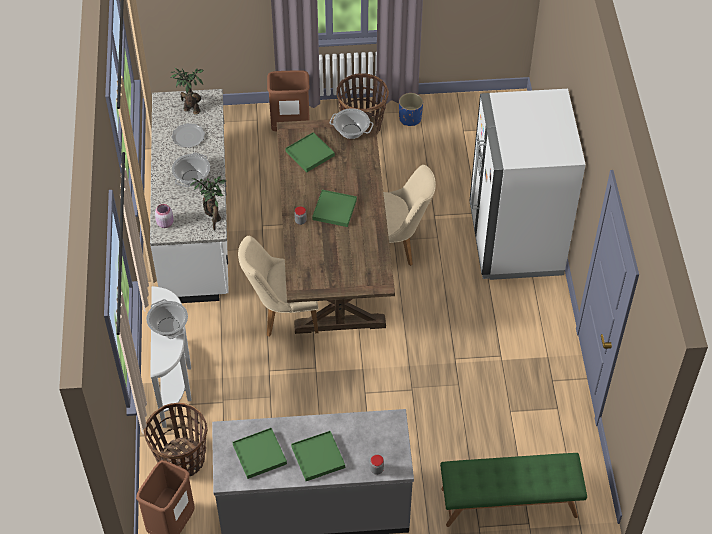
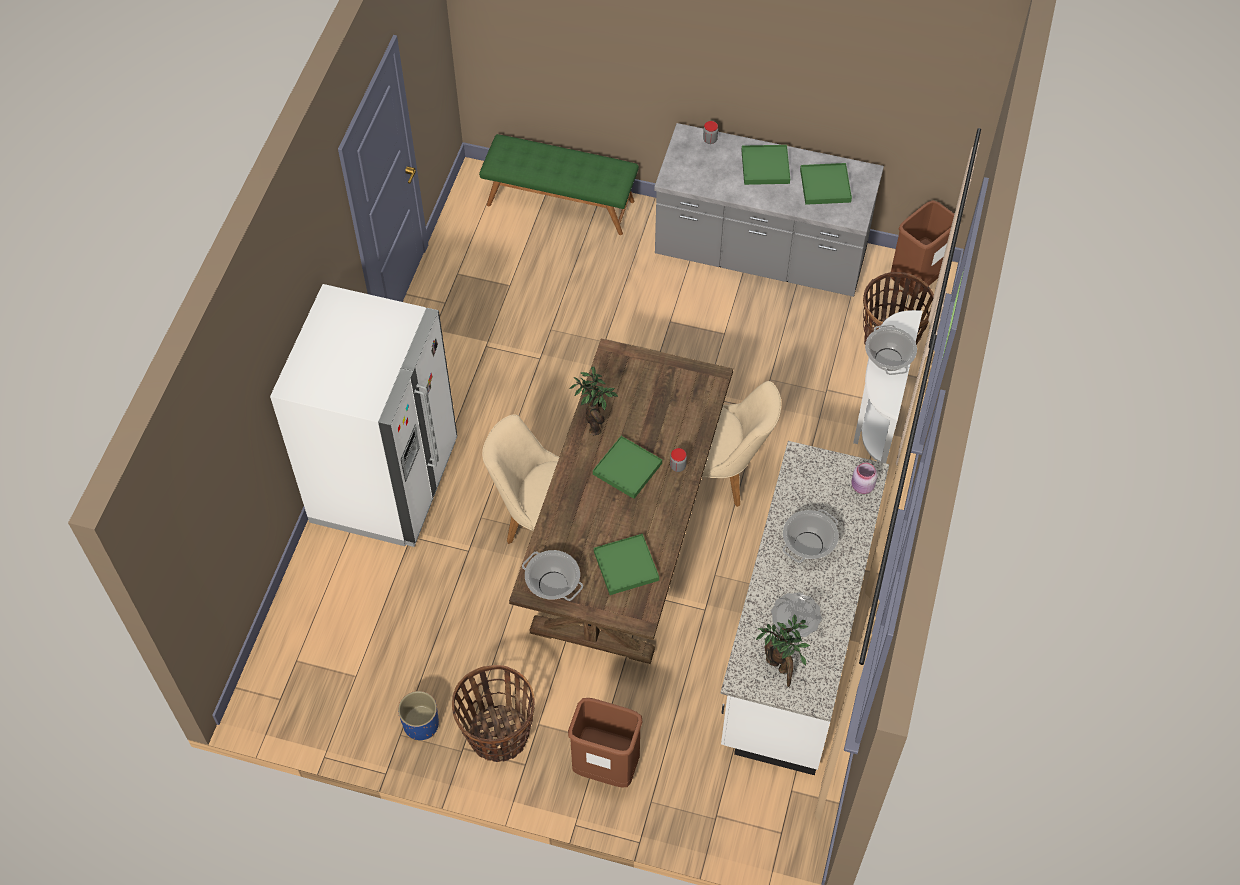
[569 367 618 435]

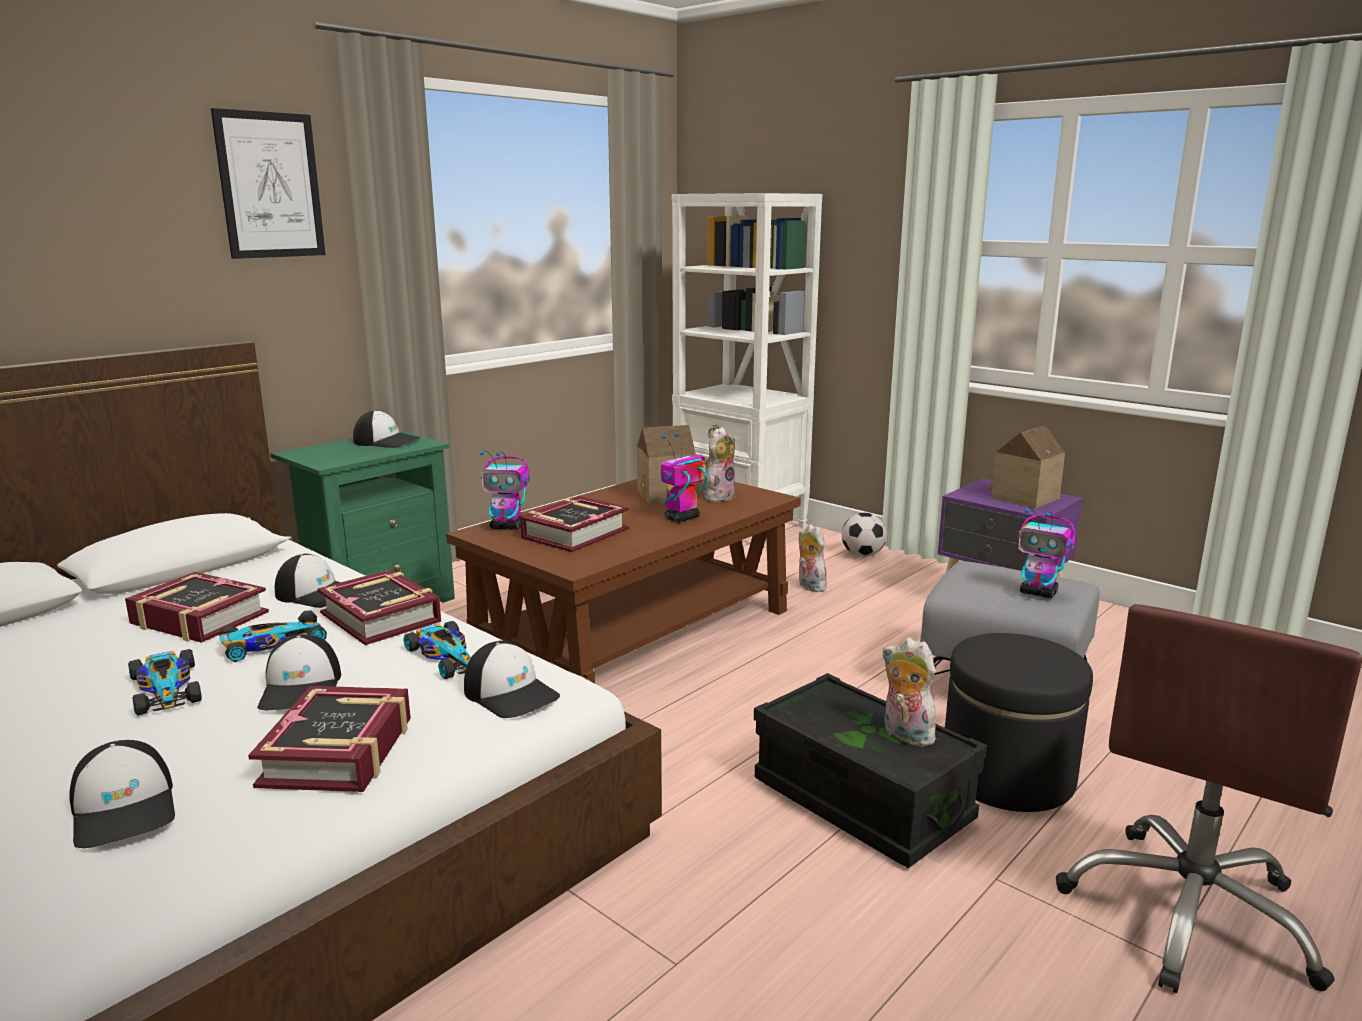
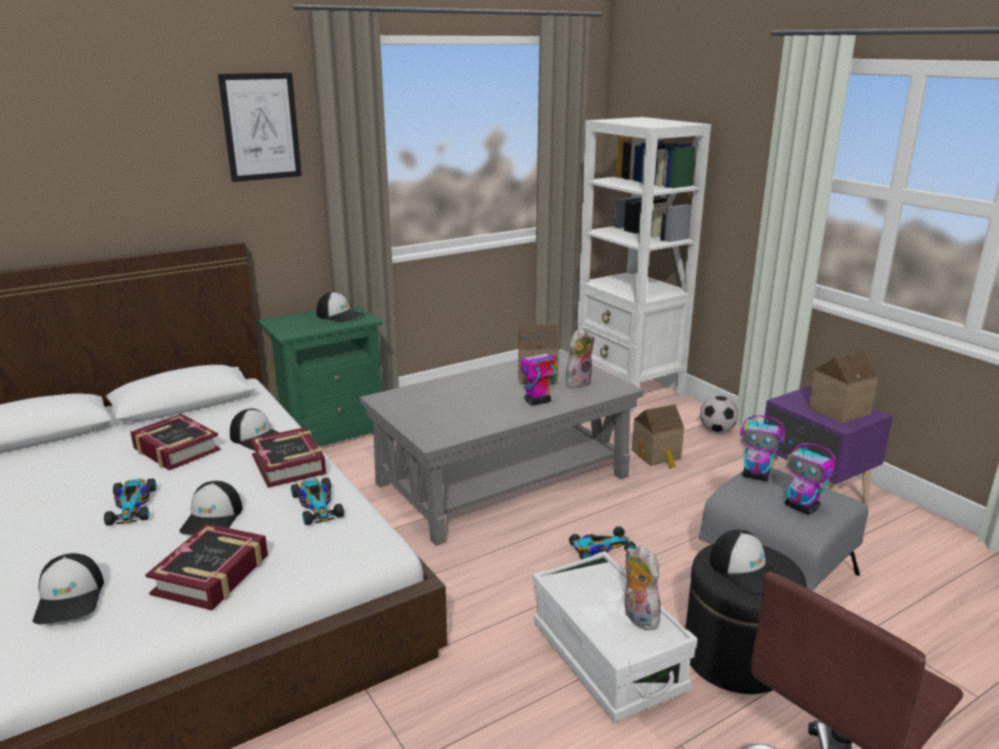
[360 349 644 546]
[533 551 698 723]
[569 527 636 560]
[632 404 684 469]
[710 530 786 594]
[740 415 785 481]
[520 496 629 552] (first image)

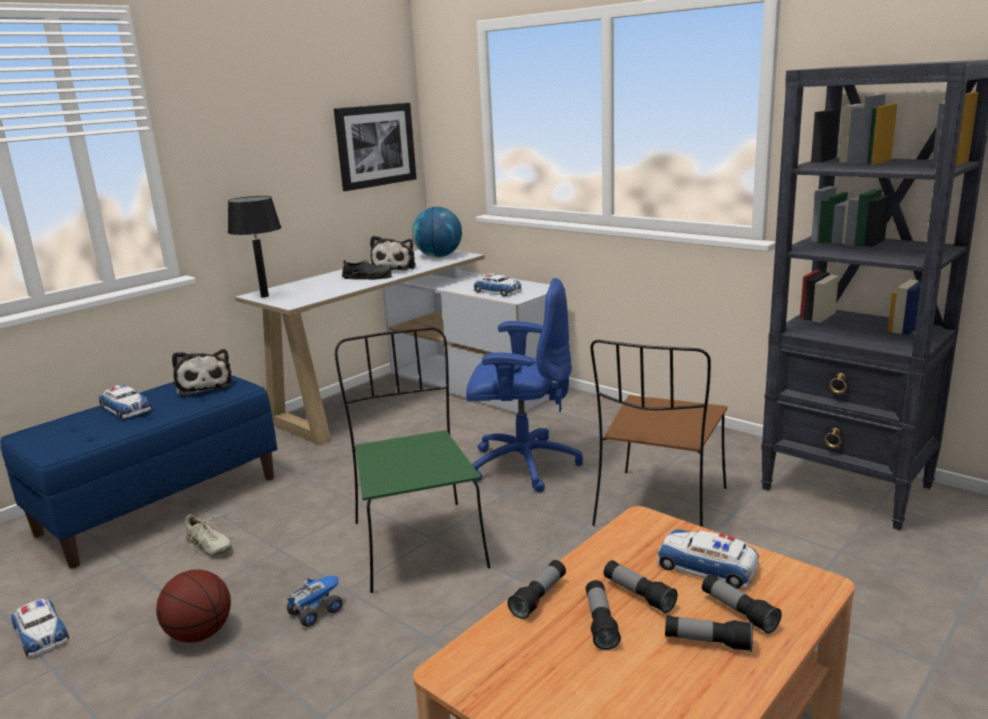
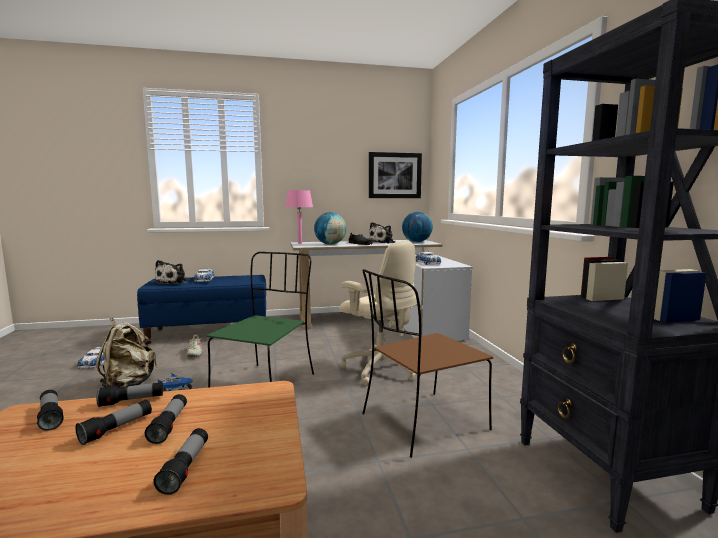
[37 390 64 431]
[96 318 157 388]
[154 260 189 284]
[285 190 313 244]
[314 212 346 245]
[340 241 417 385]
[657 529 759 590] (first image)

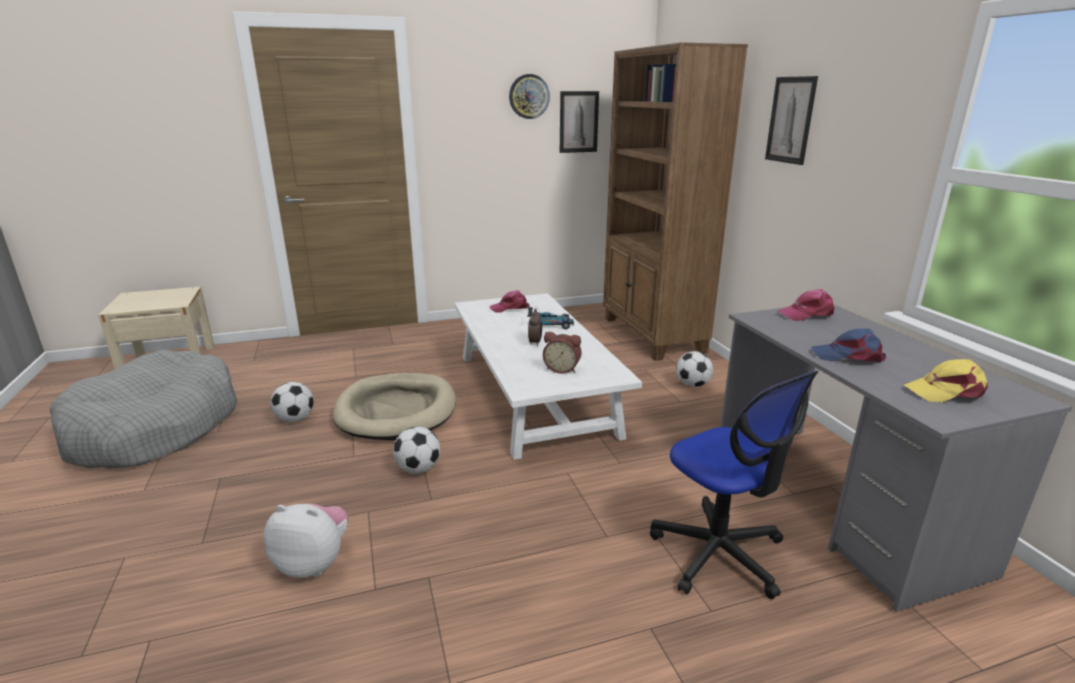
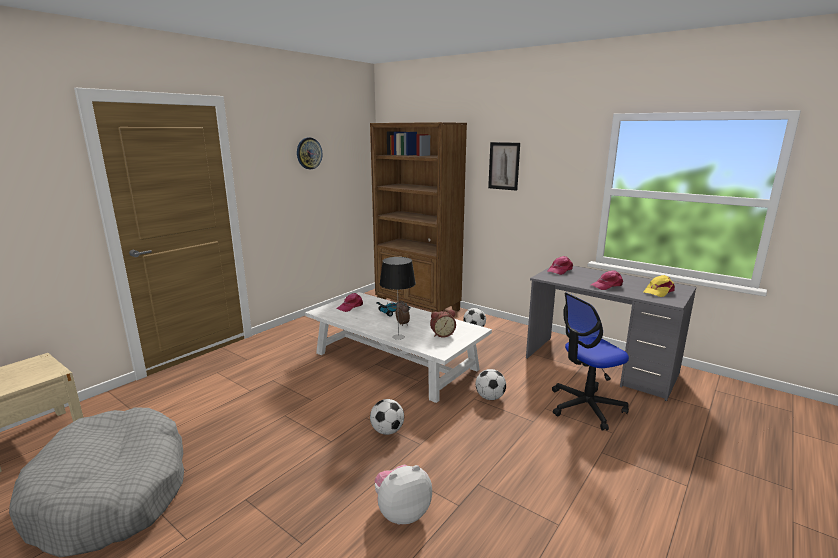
[380 257 416 340]
[476 369 506 400]
[552 293 629 431]
[591 270 623 290]
[333 373 456 440] (first image)
[560 91 599 153] (first image)

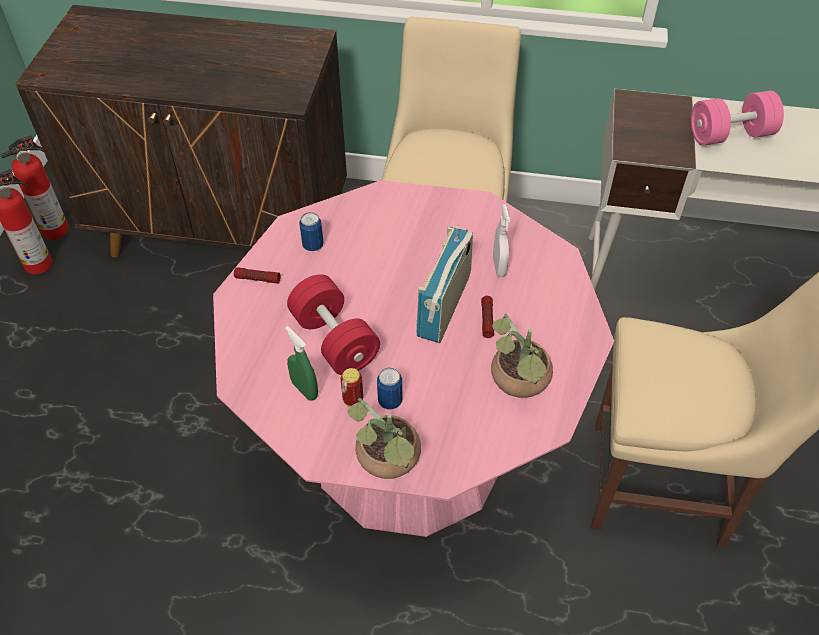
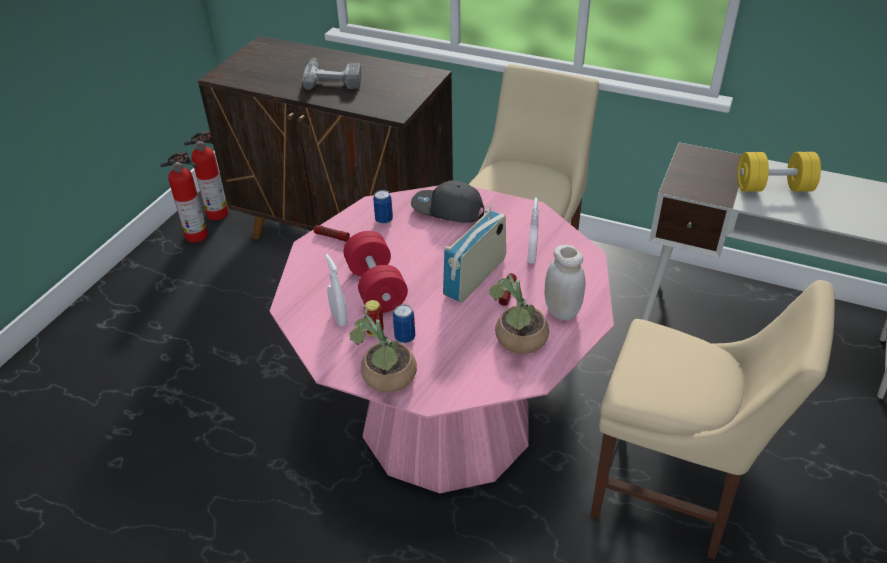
[302 58 361 90]
[325 254 348 326]
[411 180 484 223]
[544 245 585 321]
[737 152 821 192]

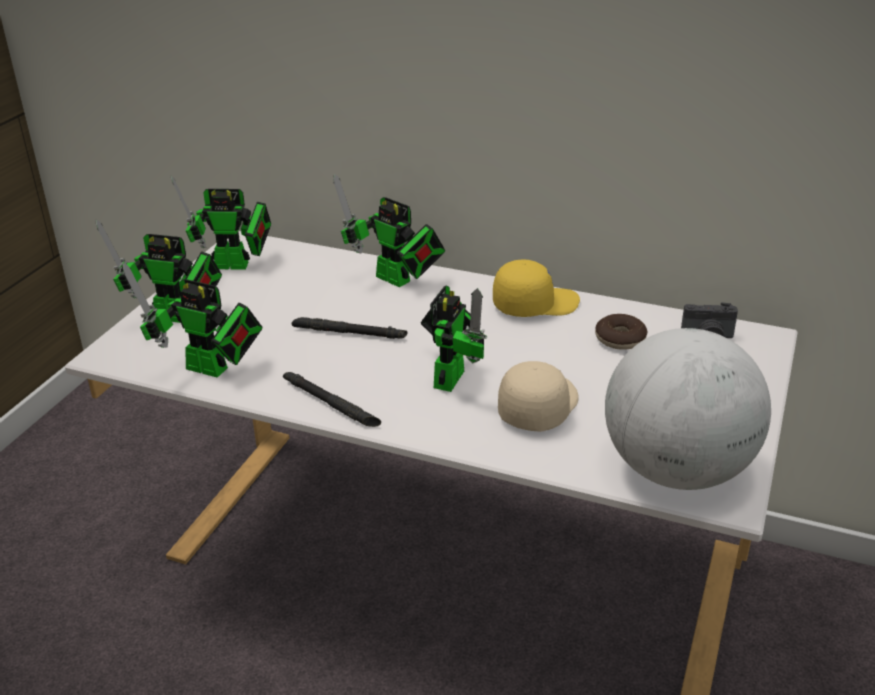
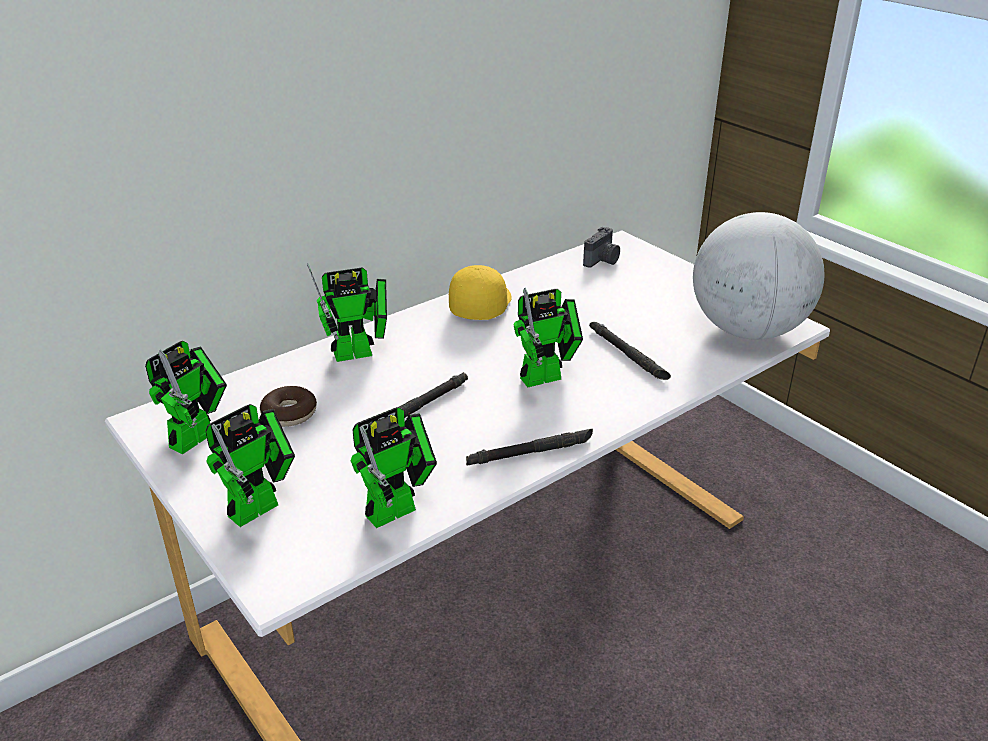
[260 386 317 427]
[514 288 583 387]
[589 322 671 380]

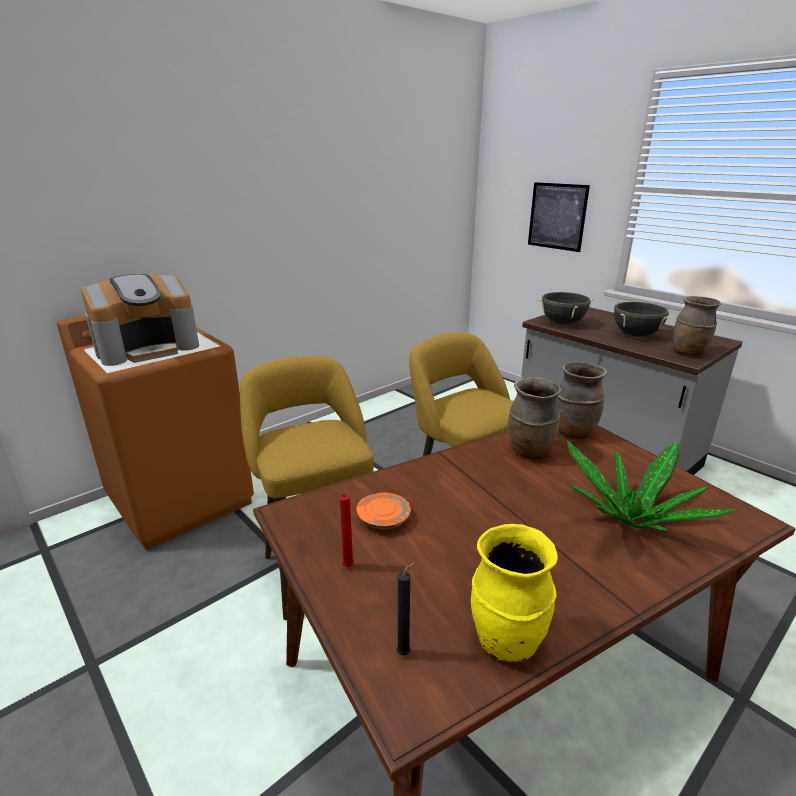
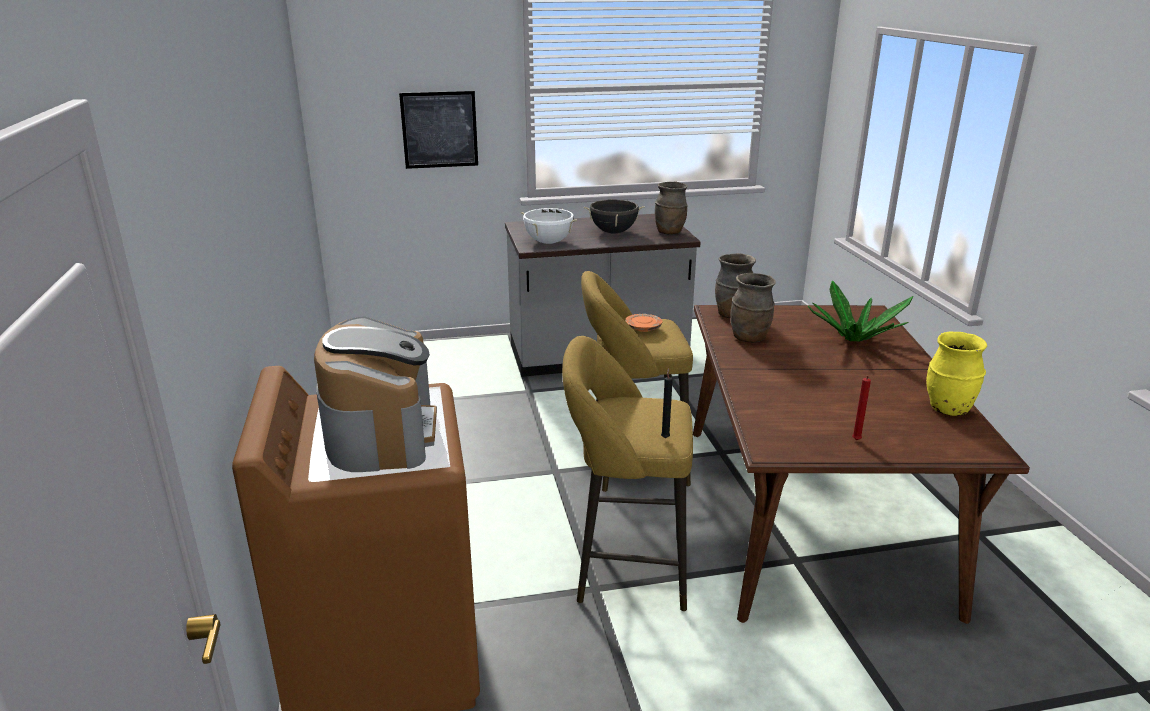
[521 208 577 244]
[625 314 663 332]
[661 368 673 438]

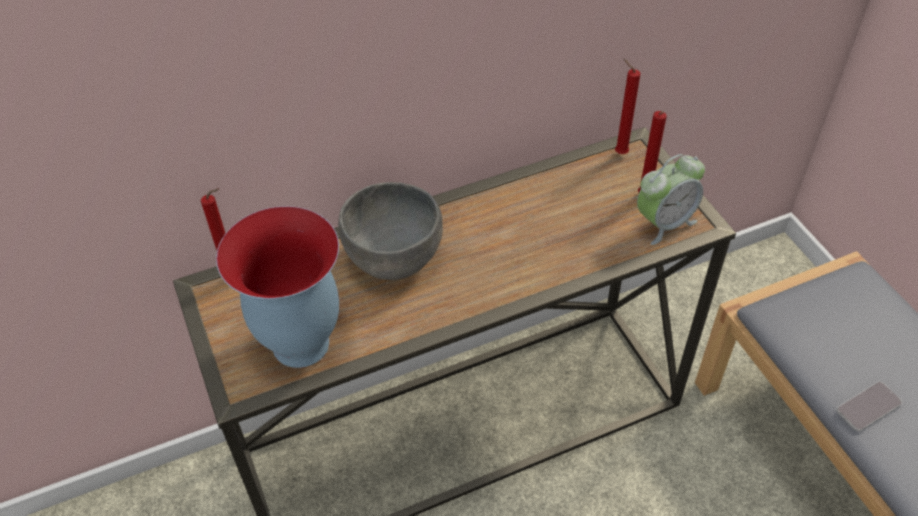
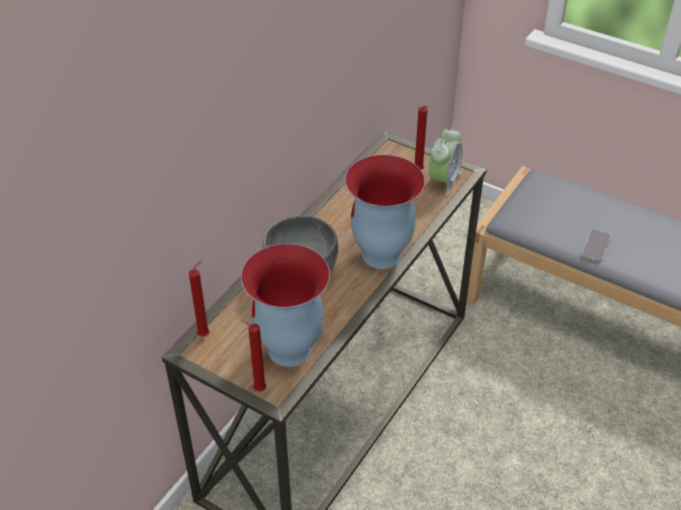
[242 320 266 392]
[345 155 425 269]

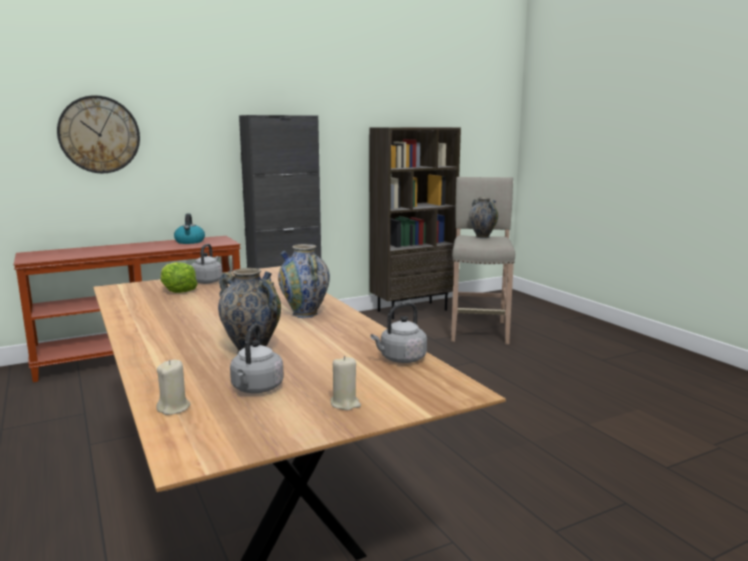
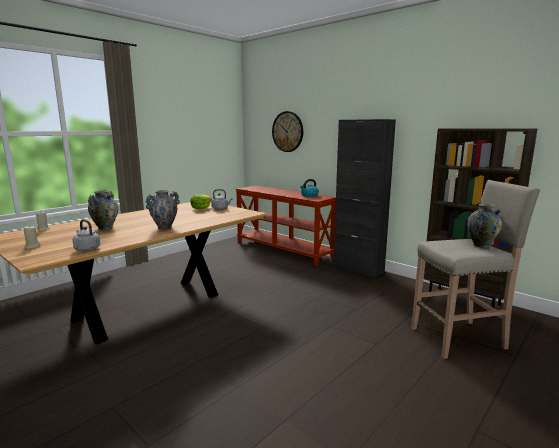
[230 324 284 393] (first image)

